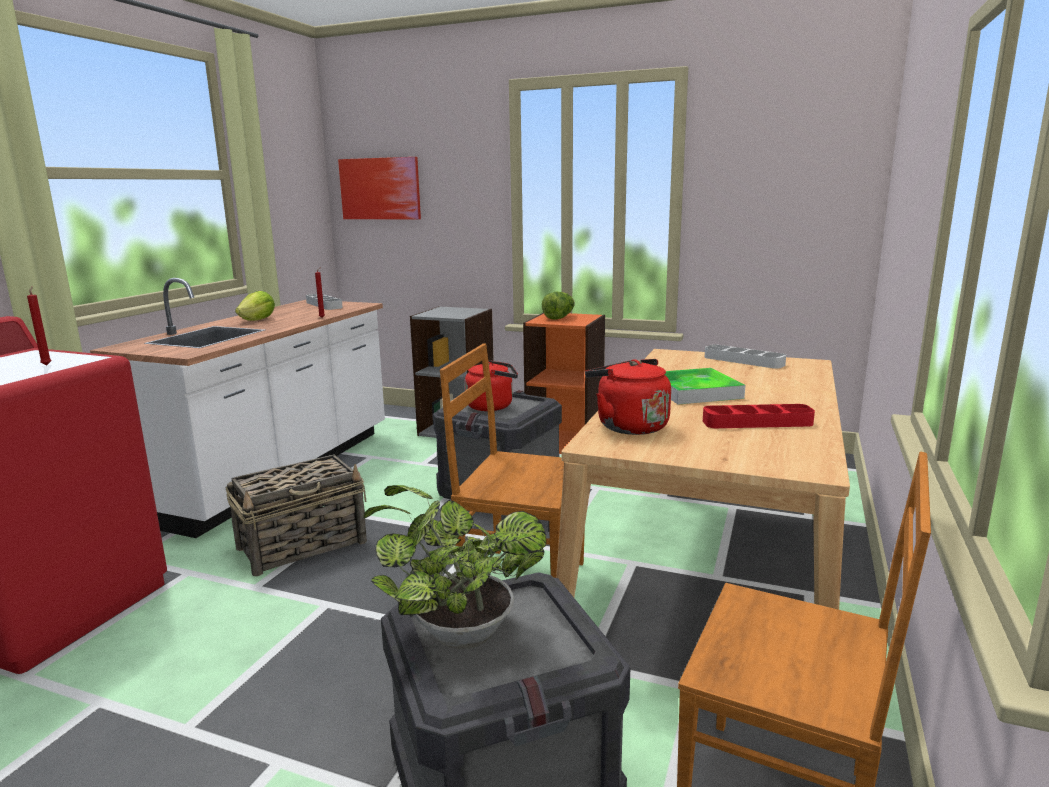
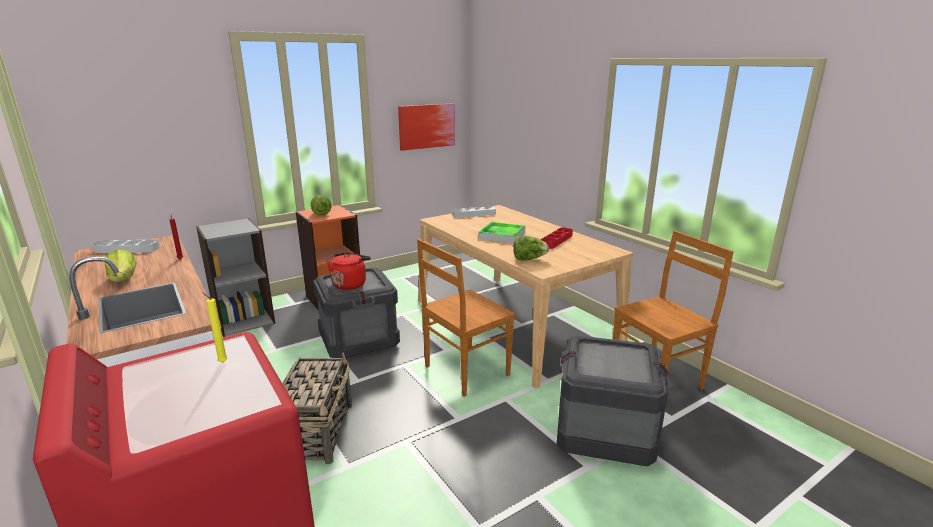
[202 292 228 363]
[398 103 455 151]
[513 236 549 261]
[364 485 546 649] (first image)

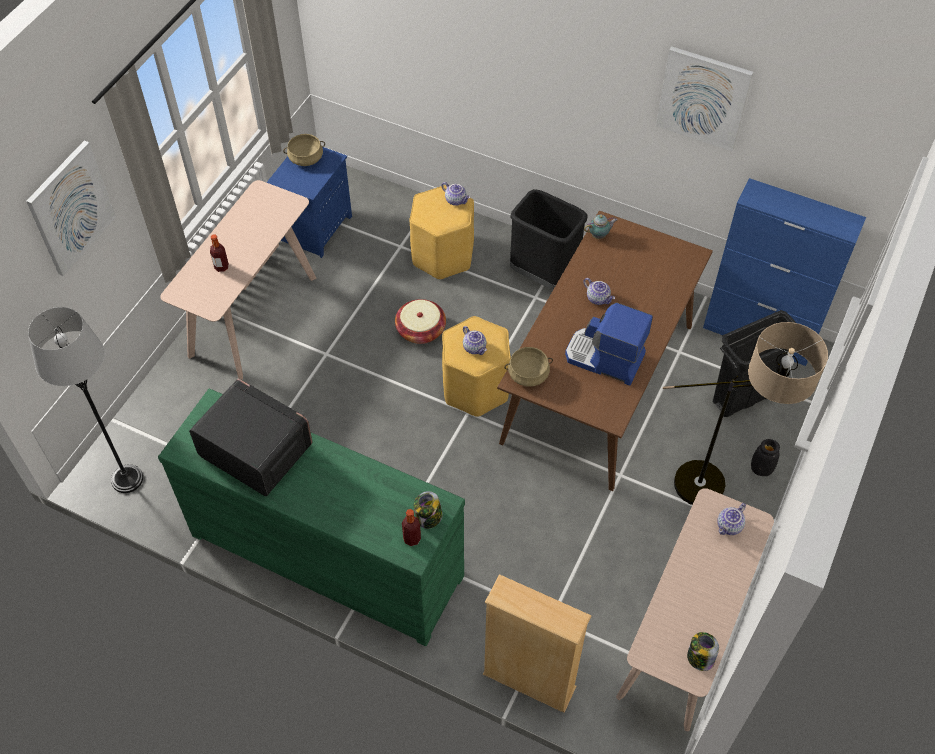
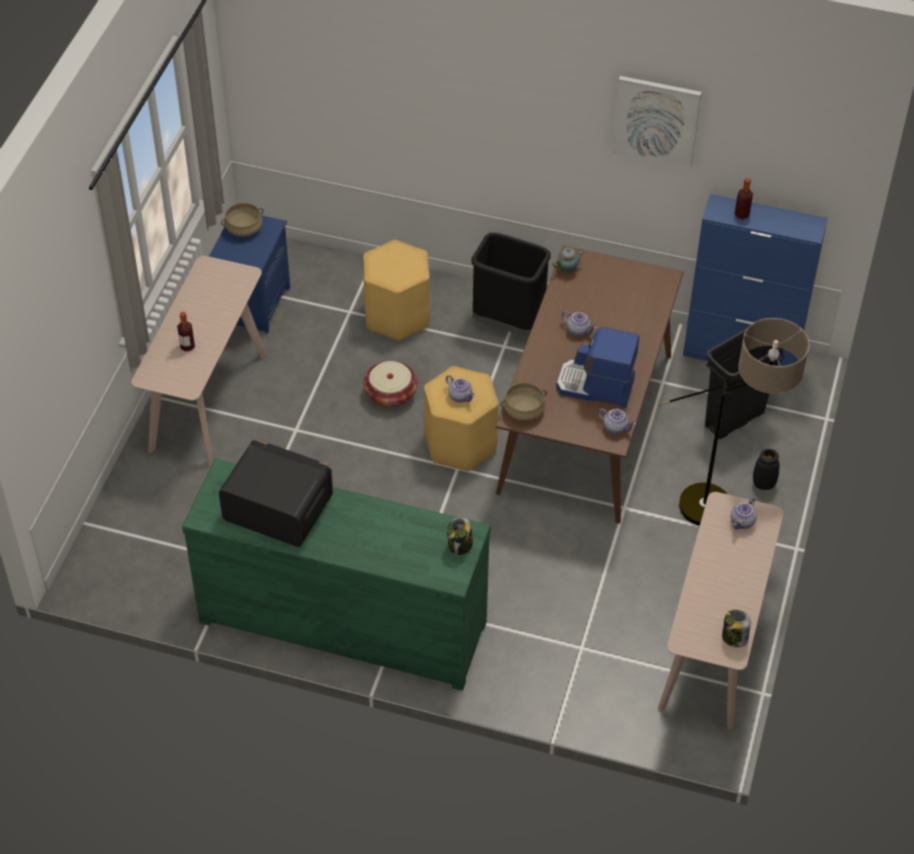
[597 408 636 434]
[735 178 753 220]
[26 141 116 276] (first image)
[28 307 143 493] (first image)
[483 574 592 713] (first image)

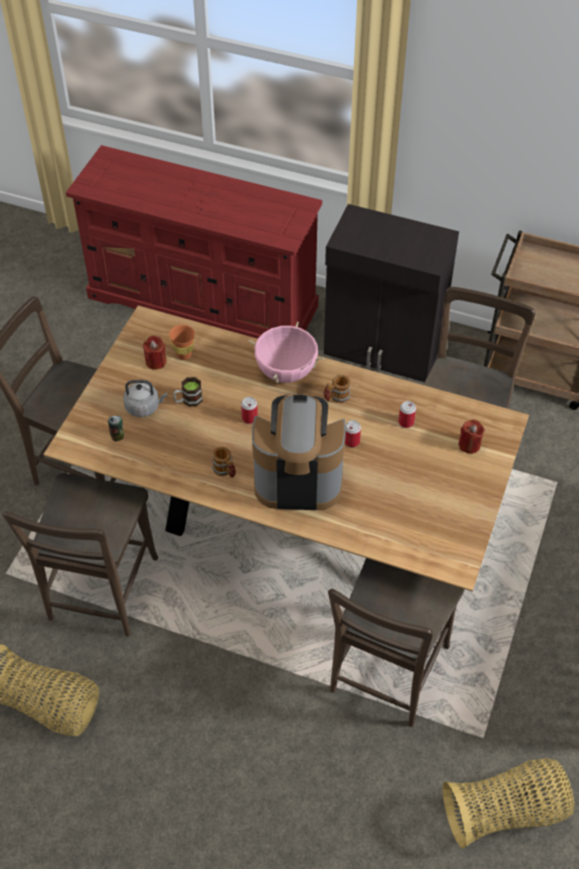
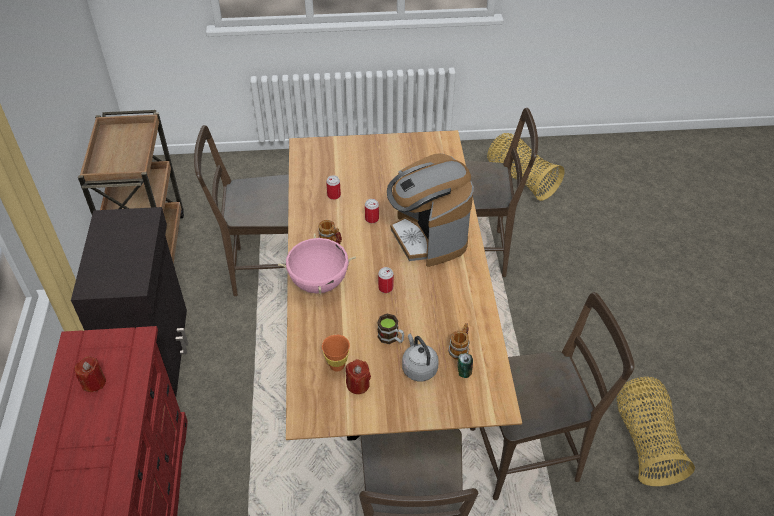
[74 356 106 392]
[448 323 470 360]

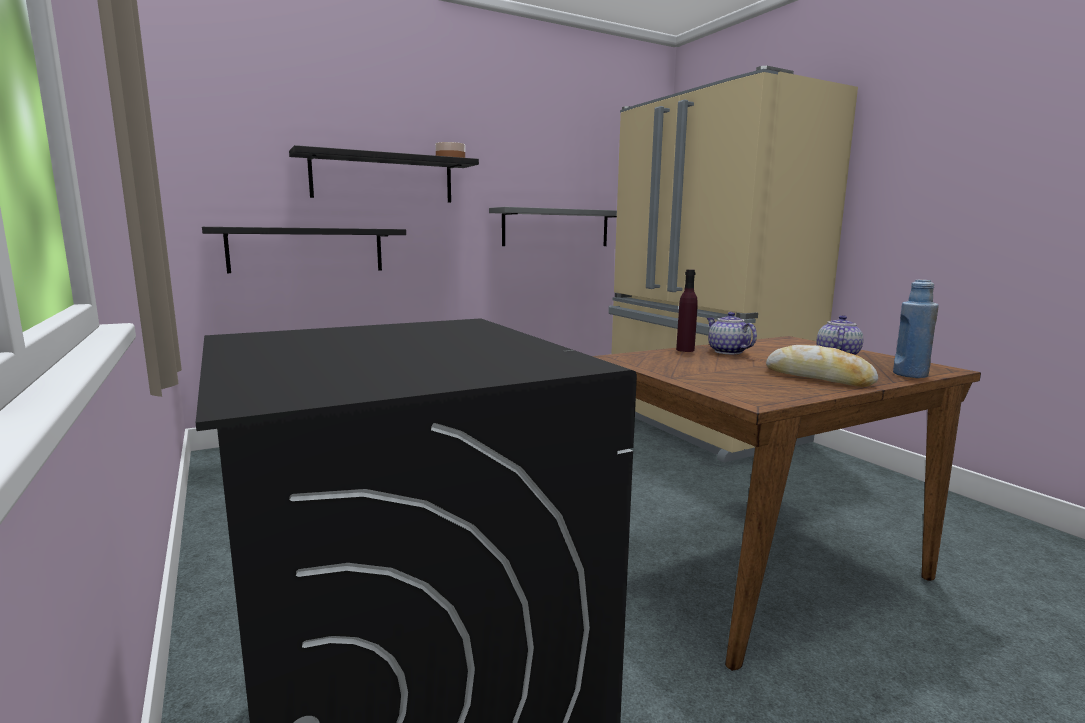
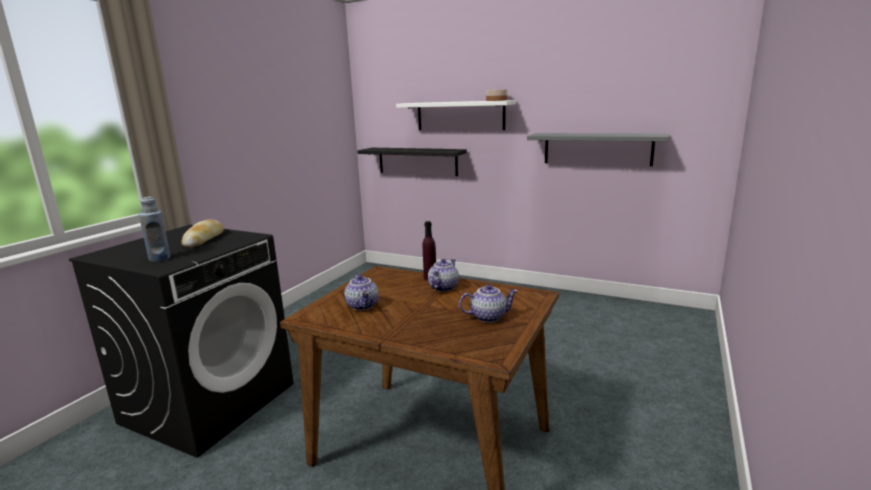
[139 197 171 262]
[181 220 224 247]
[344 274 379 311]
[396 100 516 130]
[608 66 858 462] (first image)

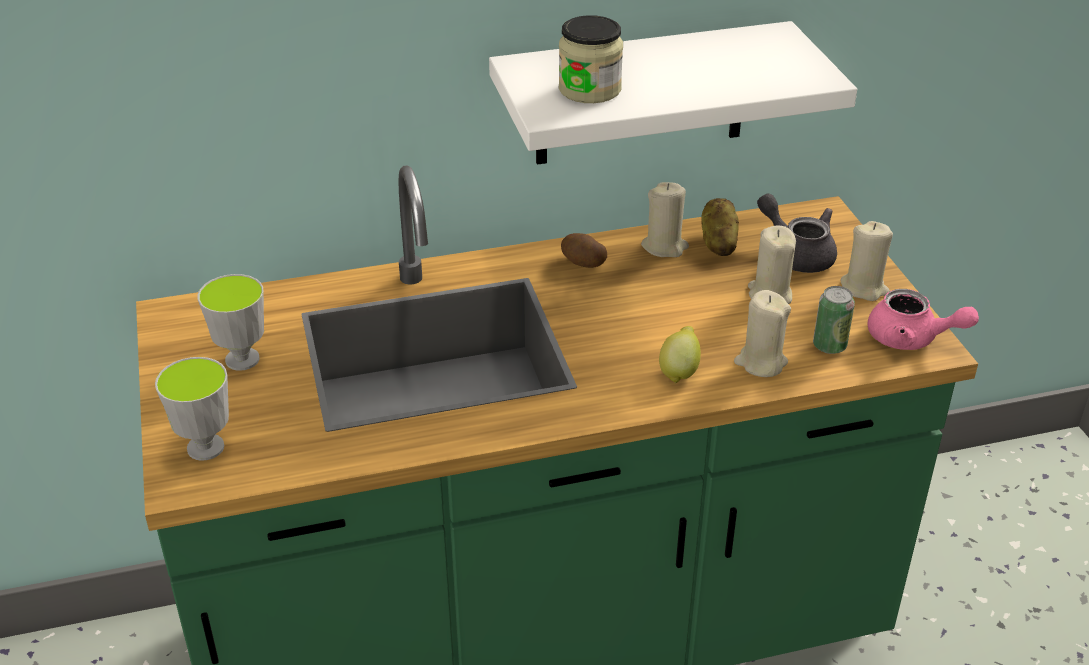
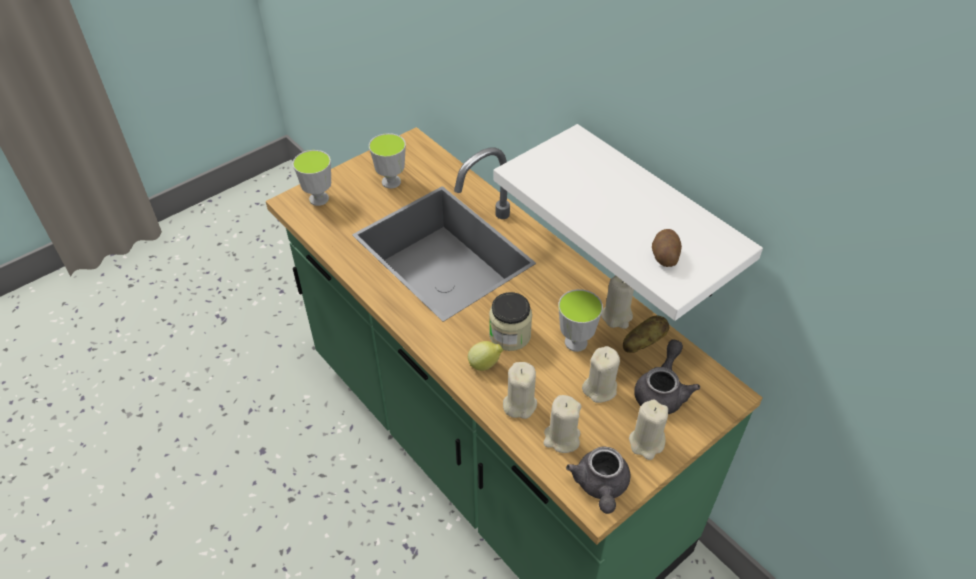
[489 292 532 351]
[544 395 581 453]
[558 289 603 352]
[566 447 630 514]
[652 229 682 267]

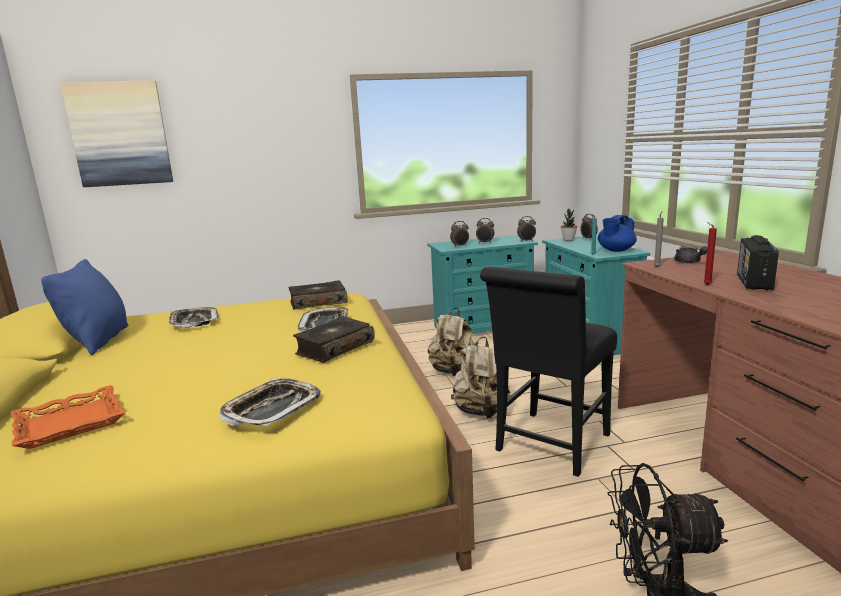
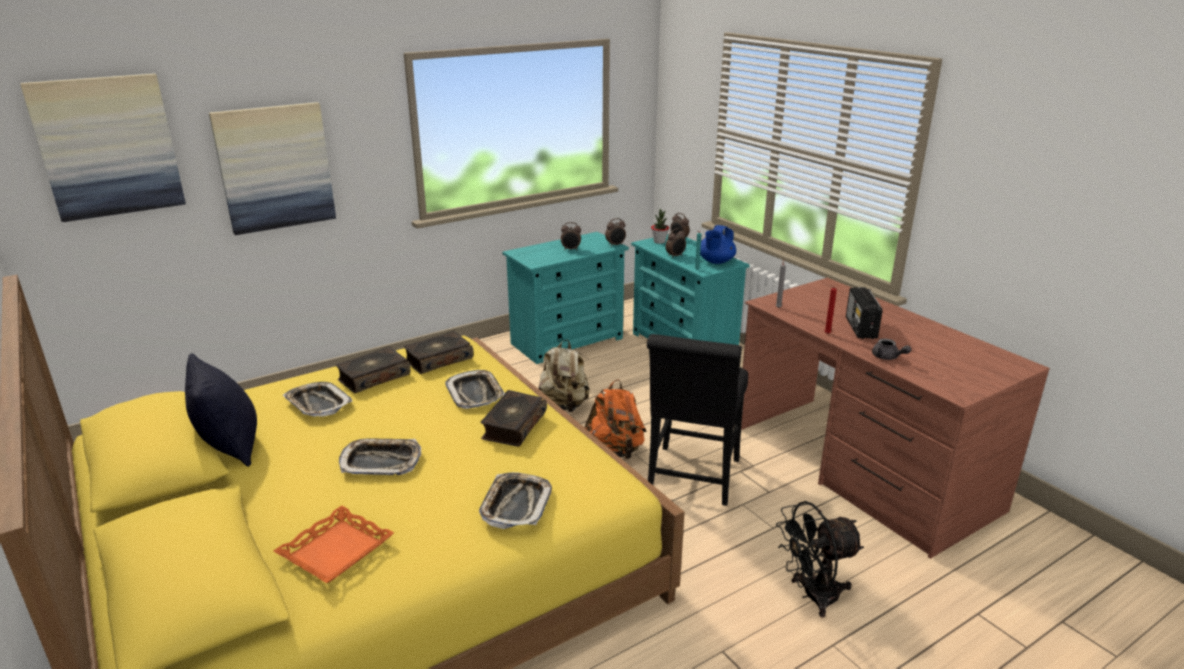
[185 353 257 467]
[209 102 336 235]
[336 347 411 393]
[339 439 421 475]
[585 380 647 459]
[666 228 686 258]
[872 339 911 360]

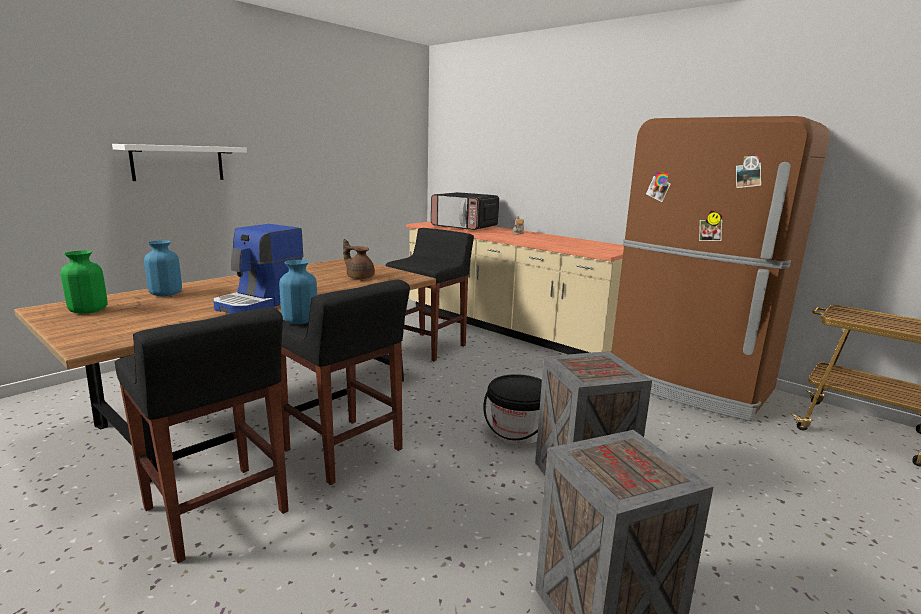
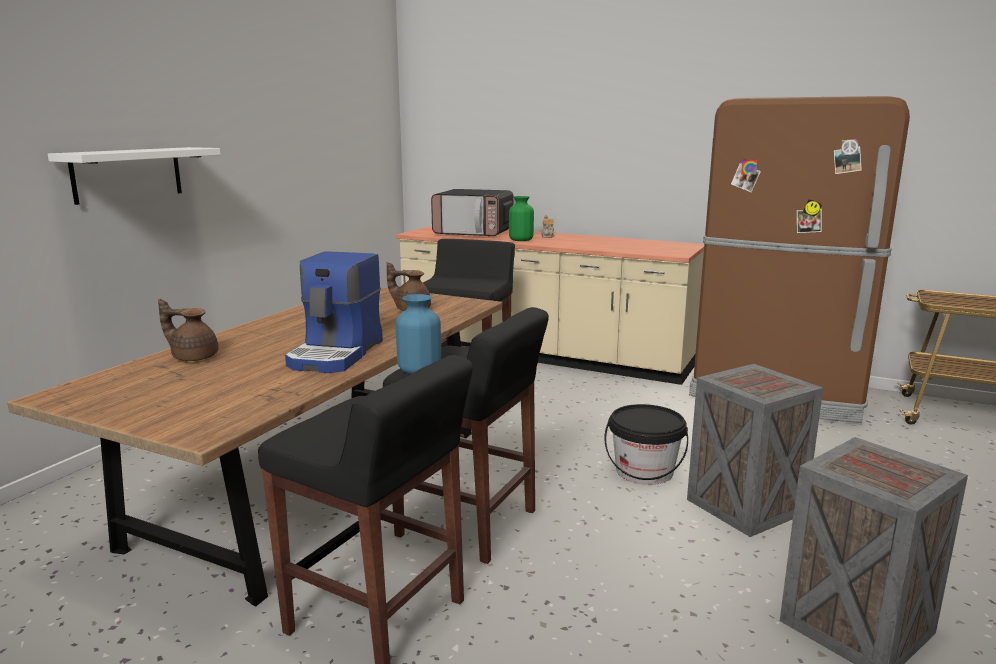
[158 299 218 361]
[509 196 534 241]

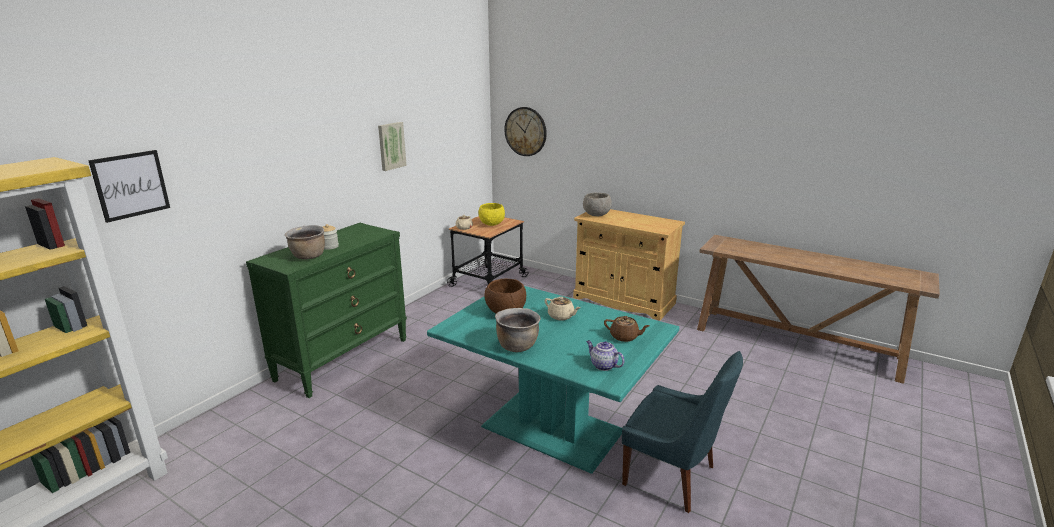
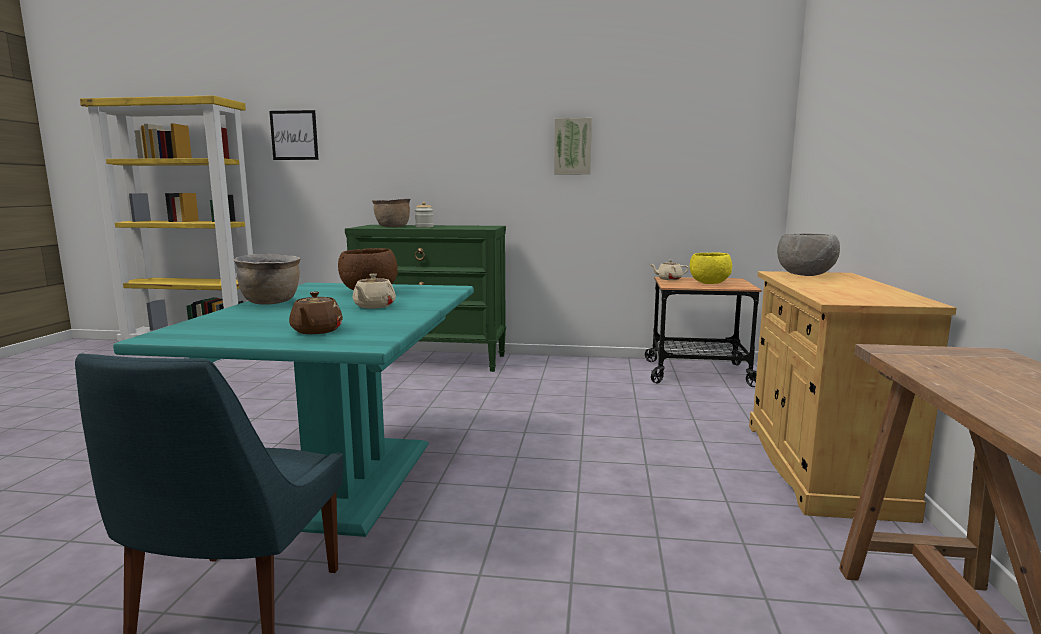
[504 107 547 156] (first image)
[586 340 625 371] (first image)

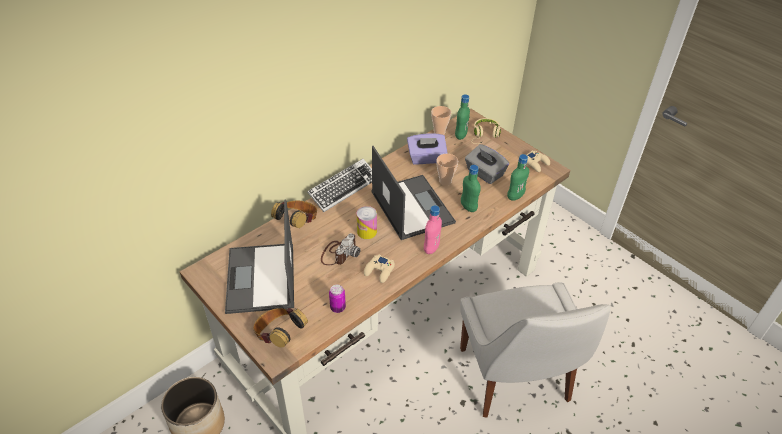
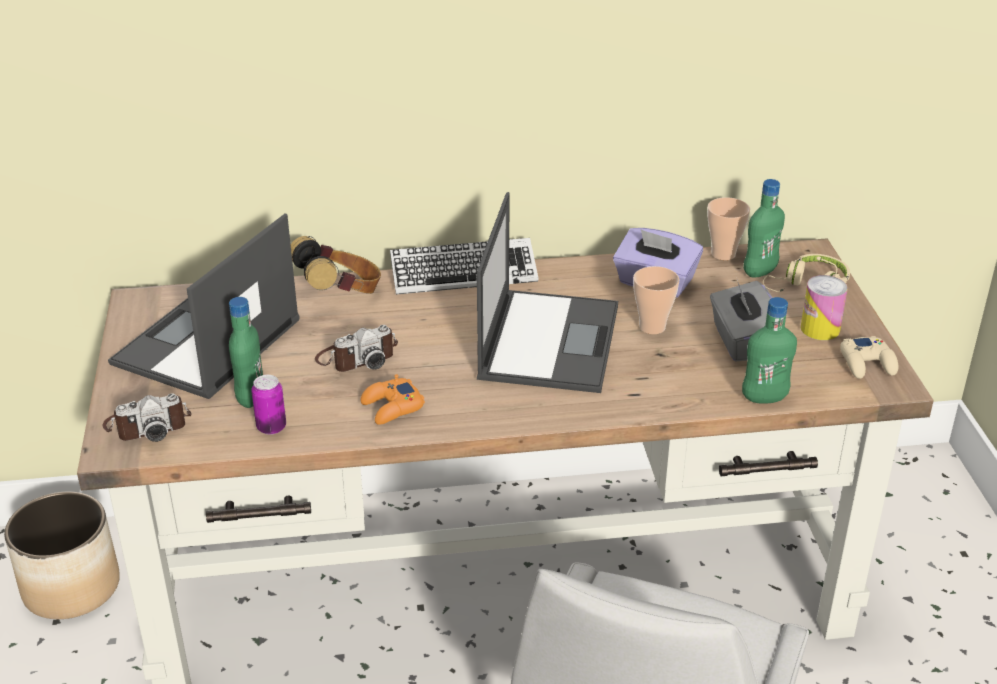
[103 393 192 442]
[229 297 263 408]
[360 374 425 425]
[801 275 848 340]
[424 205 442 254] (first image)

